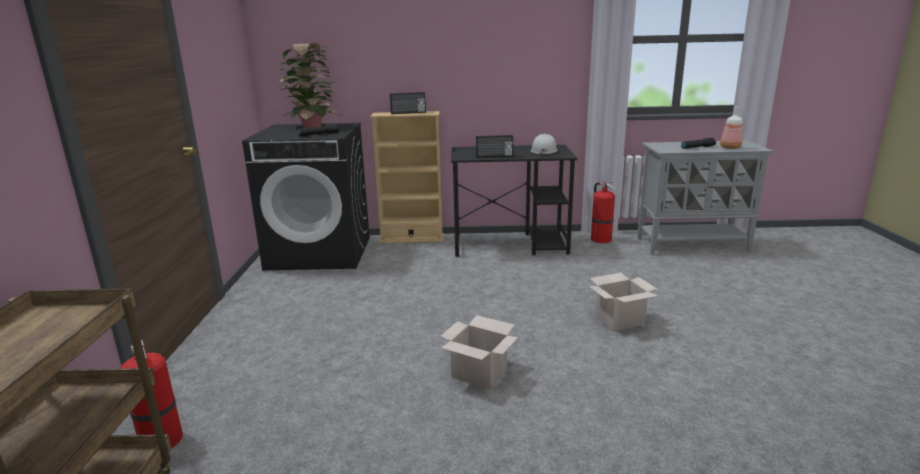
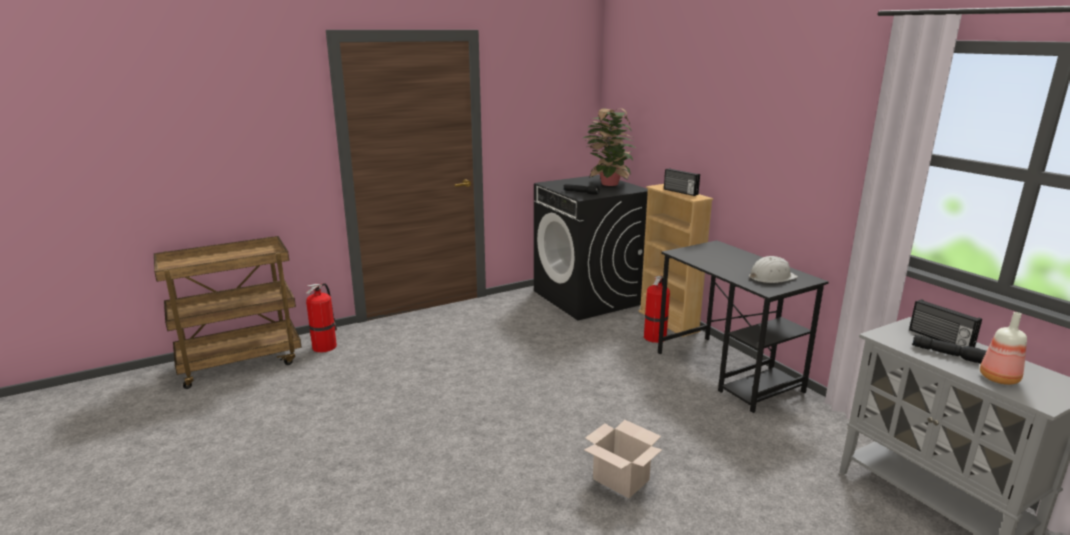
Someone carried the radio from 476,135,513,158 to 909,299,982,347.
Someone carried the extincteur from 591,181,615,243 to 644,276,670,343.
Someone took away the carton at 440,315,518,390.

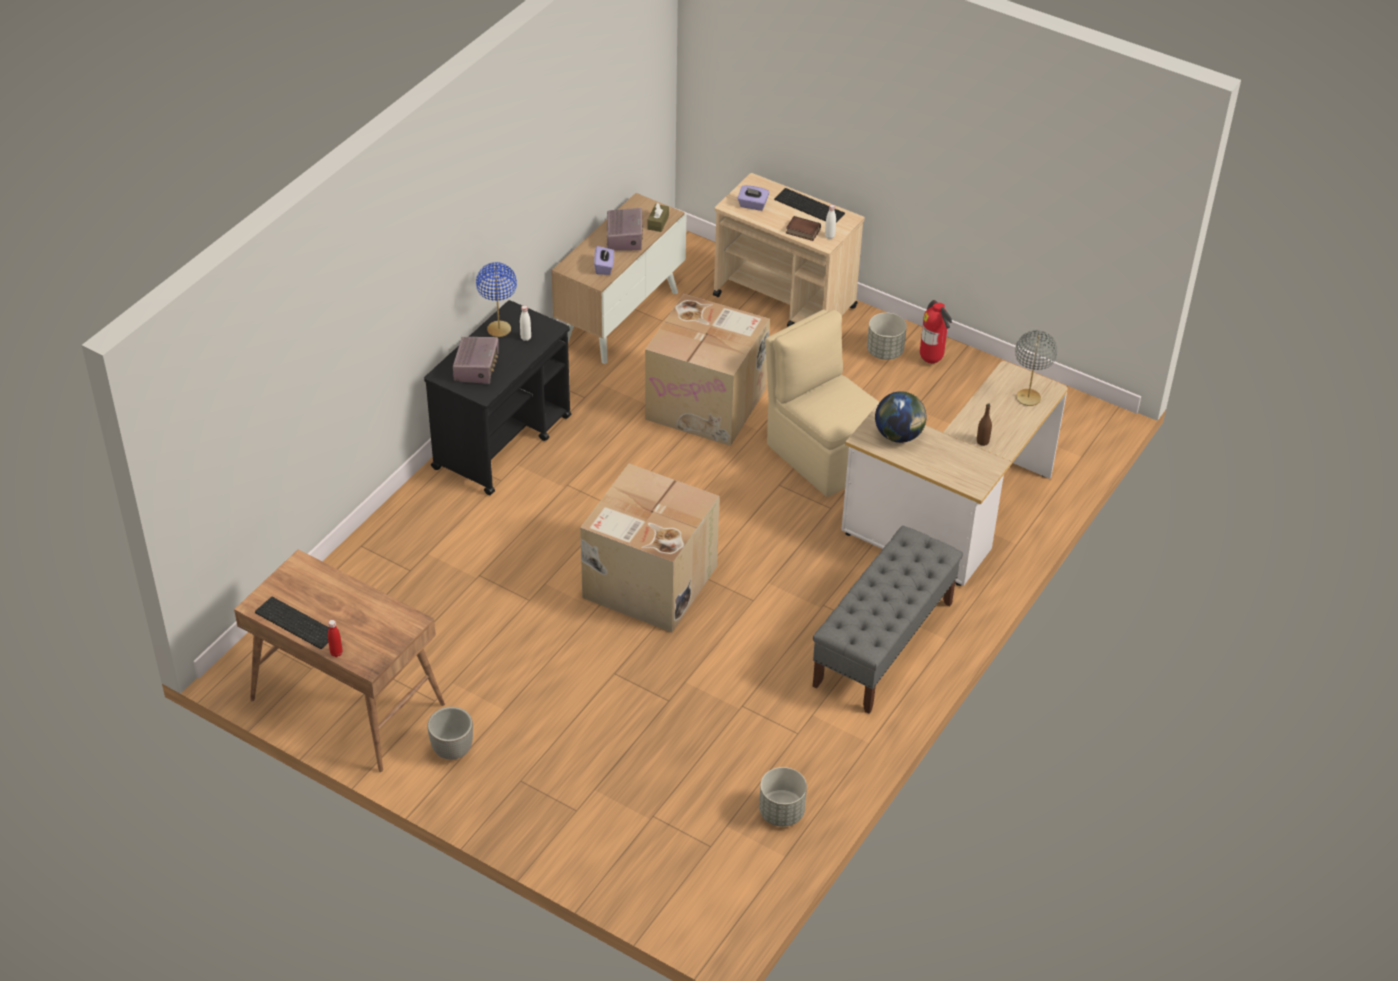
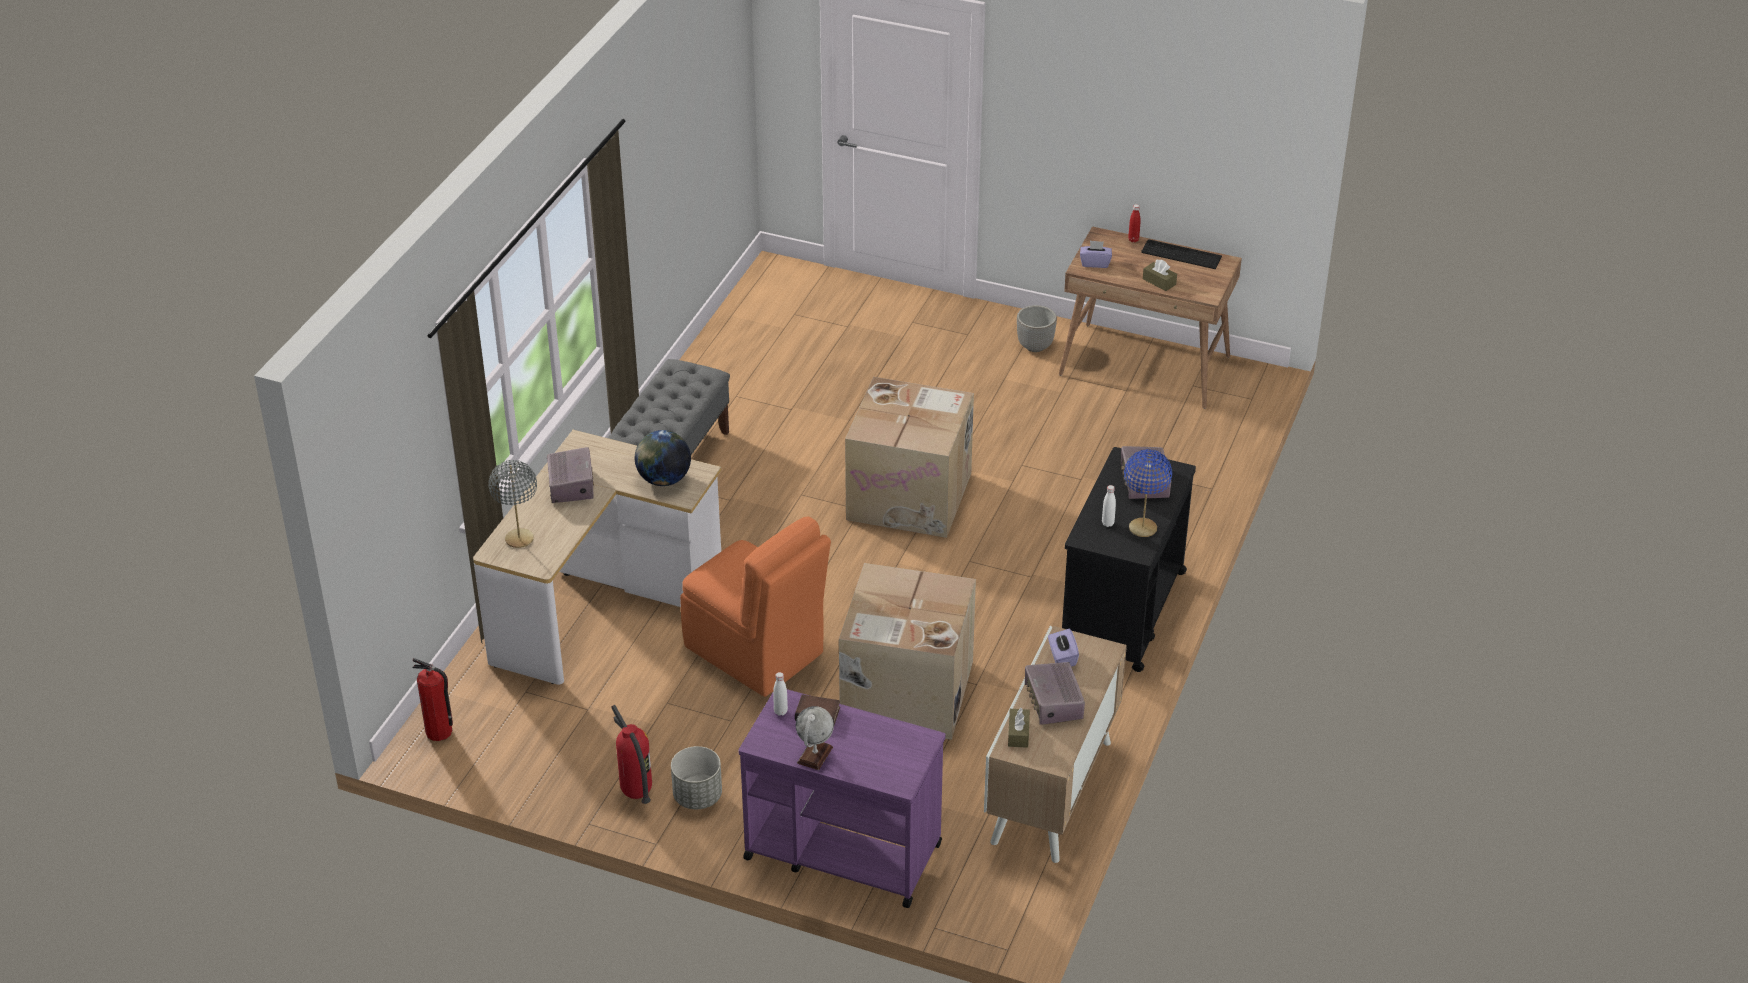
Someone repainted the chariot [beige] at 713,173,865,327, which became the chariot [violet] at 738,689,945,908.
Someone carried the boîte à mouchoirs [violet] from 737,185,769,211 to 1080,240,1112,268.
Someone swapped the clavier at 774,188,845,223 for the globe at 795,706,834,770.
Someone repainted the chaise [beige] at 765,309,880,497, which became the chaise [orange] at 680,517,831,697.
Someone swapped the bouteille [marron] at 977,403,992,446 for the radio at 547,447,594,503.
Someone took away the cache-pot [gris] at 759,767,807,827.
Someone put down the boîte à mouchoirs [marron] at 1143,259,1177,291.
Someone put down the extincteur at 413,658,453,741.

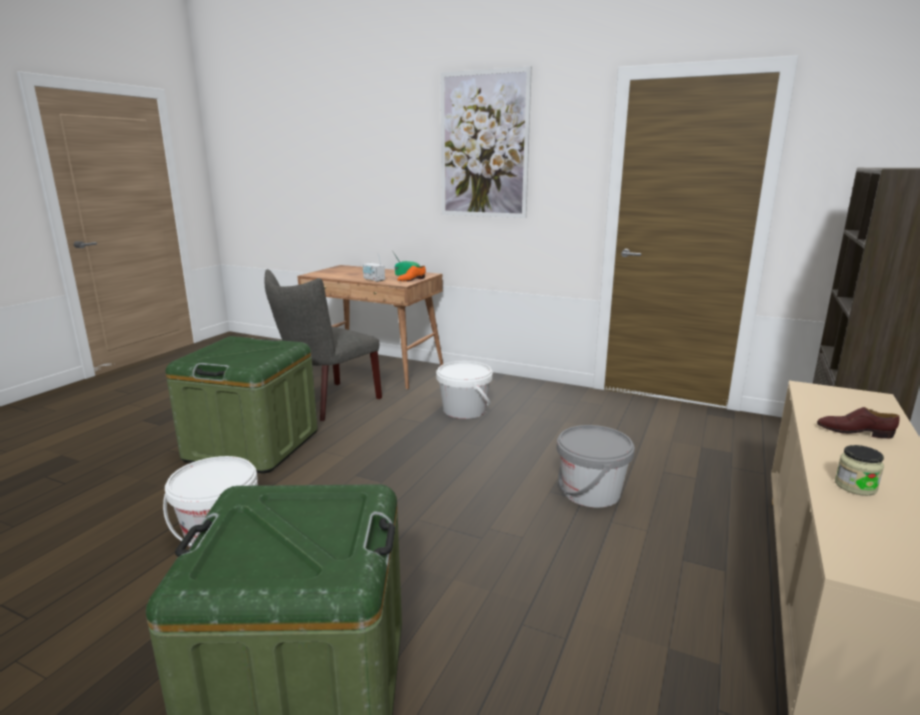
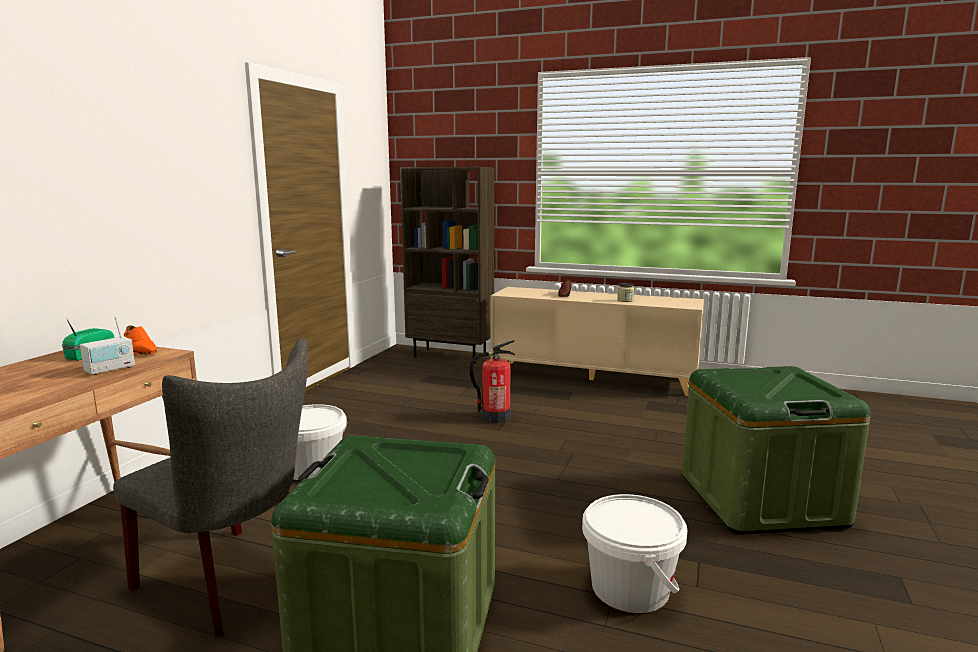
Someone took away the tableau at 441,66,532,218.
Someone swapped the seau [gris] at 557,425,635,508 for the extincteur at 469,340,515,423.

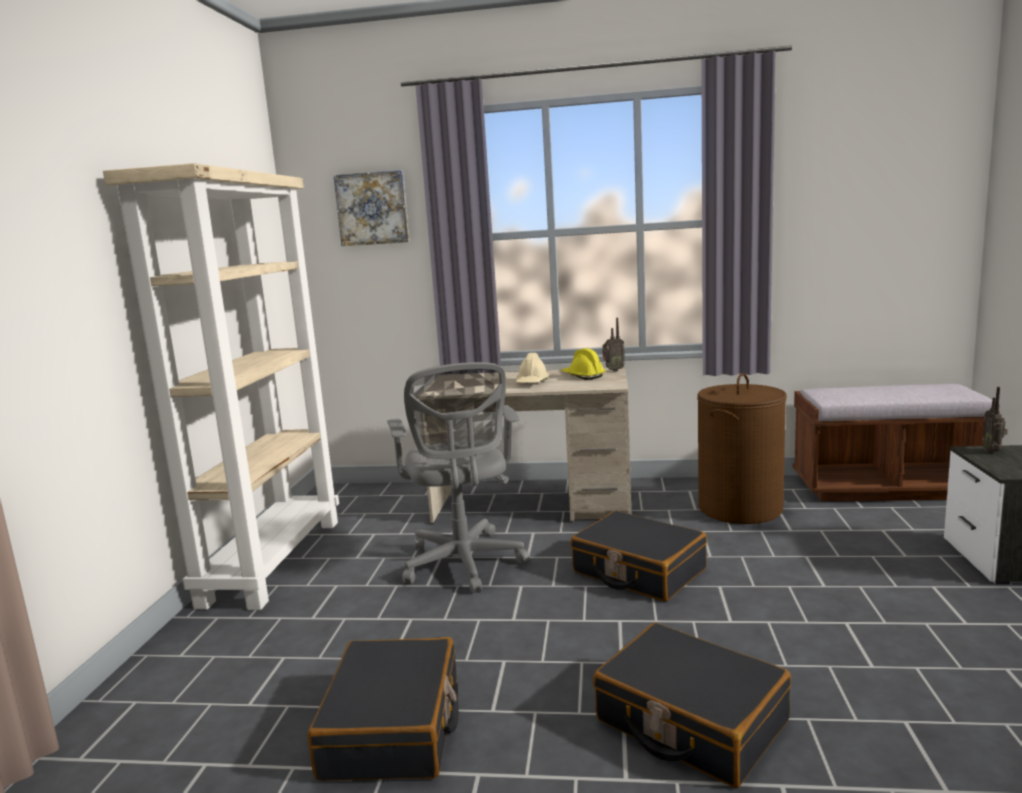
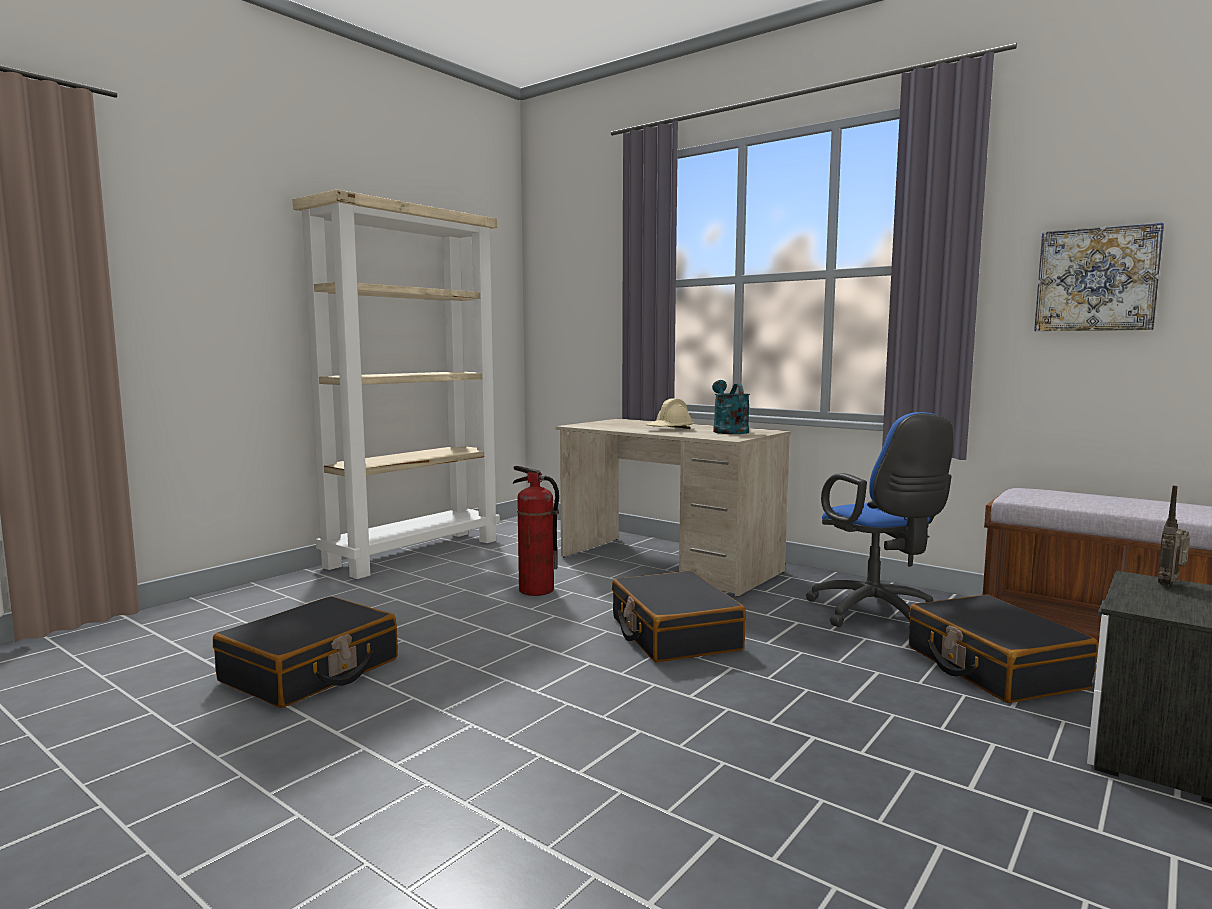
Someone carried the tableau from 333,170,410,246 to 1034,222,1164,331.
Someone took away the radio at 602,318,625,371.
Someone swapped the casque de chantier [jaune] at 561,348,606,380 for the arrosoir [turquoise] at 712,380,750,434.
Someone swapped the chaise de bureau [gris] at 387,362,530,593 for the extincteur at 512,466,559,596.
Someone swapped the panier à linge [marron] at 697,373,787,524 for the chaise de bureau [bleu] at 806,412,954,628.
Someone carried the valise [noir] from 593,623,791,788 to 909,594,1098,703.

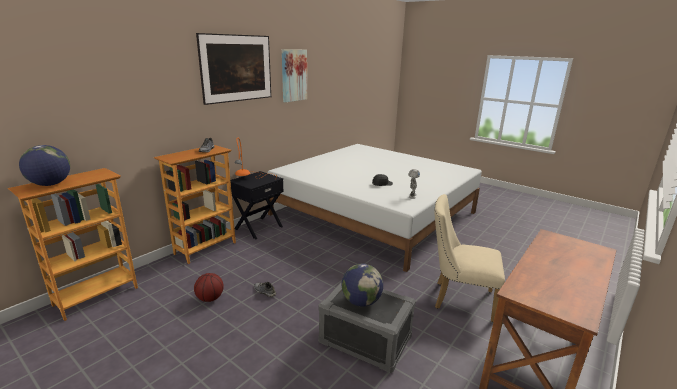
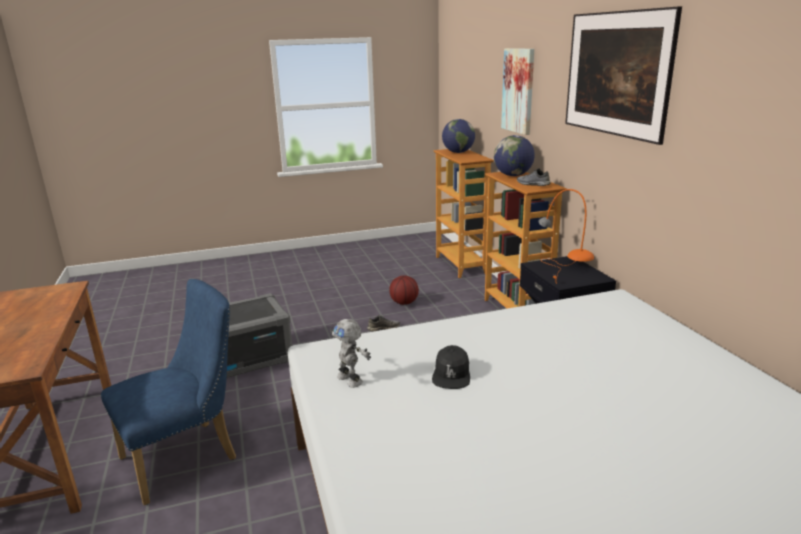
Someone carried the tableau from 282,49,307,102 to 501,48,534,135.
Someone repainted the chaise [beige] at 434,194,505,322, which became the chaise [bleu] at 101,279,236,505.
Someone carried the globe from 342,264,383,307 to 494,135,535,176.

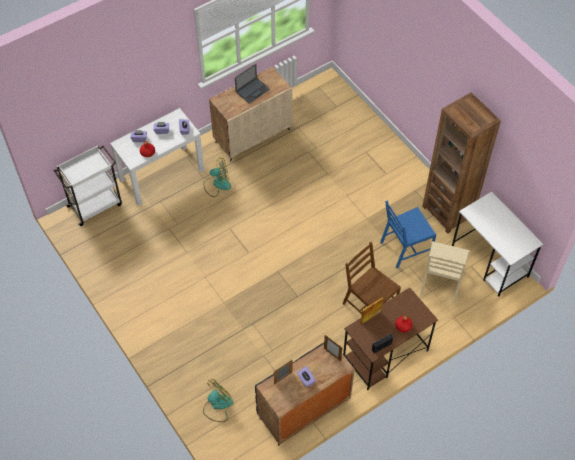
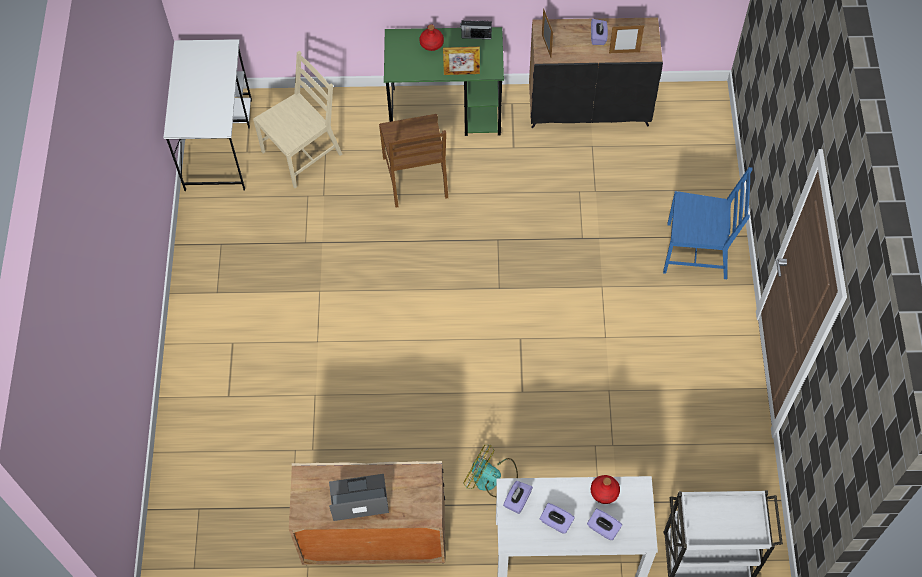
Someone took away the bibliothèque [marron] at 422,93,501,234.
Someone carried the chaise [bleu] from 380,201,436,269 to 663,167,752,279.
Someone repainted the bureau [marron] at 343,287,438,391, which became the bureau [vert] at 384,27,504,136.
Someone took away the ventilateur at 203,378,233,422.

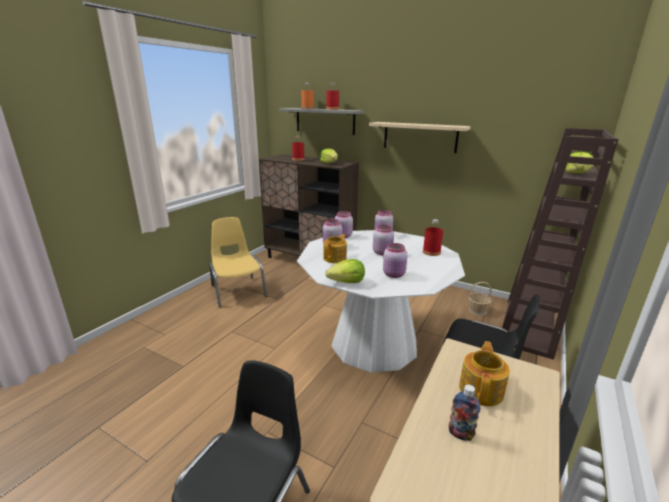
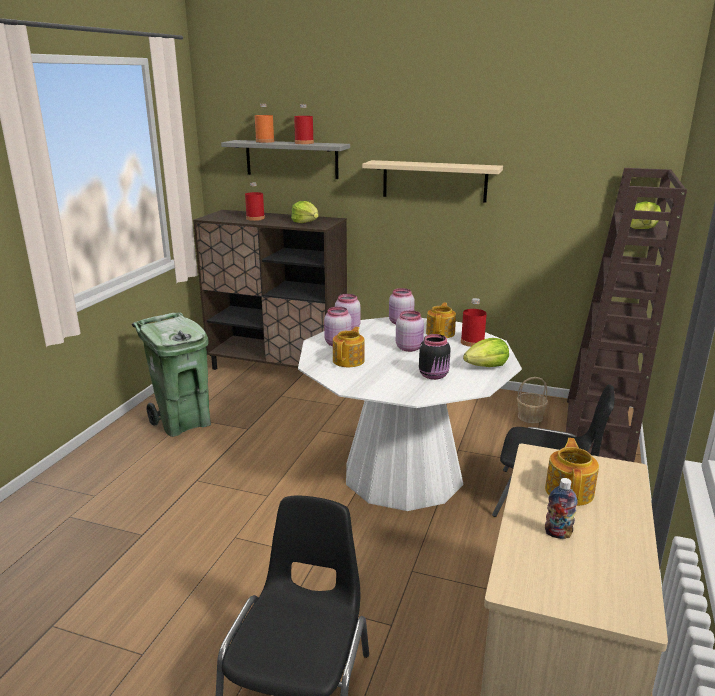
Someone swapped the chaise [jaune] at 209,217,267,307 for the poubelle [vert] at 132,313,211,437.
Someone repainted the bocal [rose] at 383,243,408,278, which became the bocal [noir] at 419,334,451,380.
Someone carried the laitue from 325,259,365,283 to 463,338,509,367.
Someone put down the théière at 426,303,456,338.

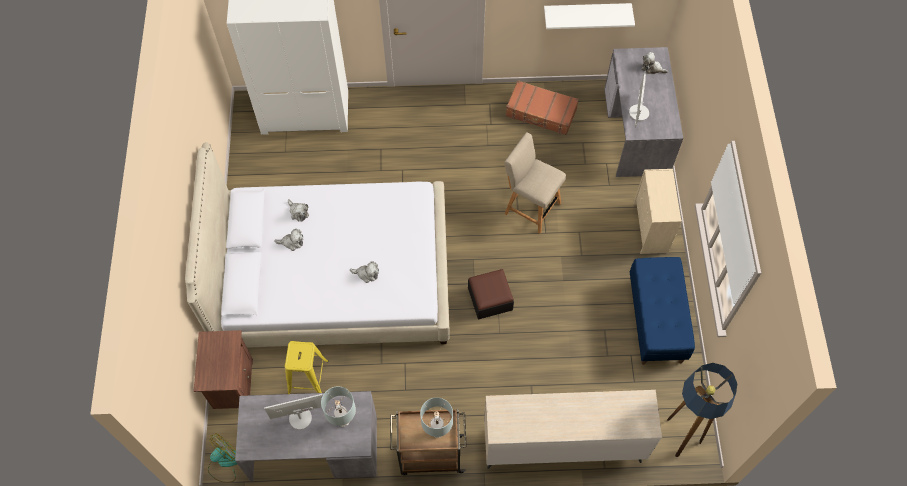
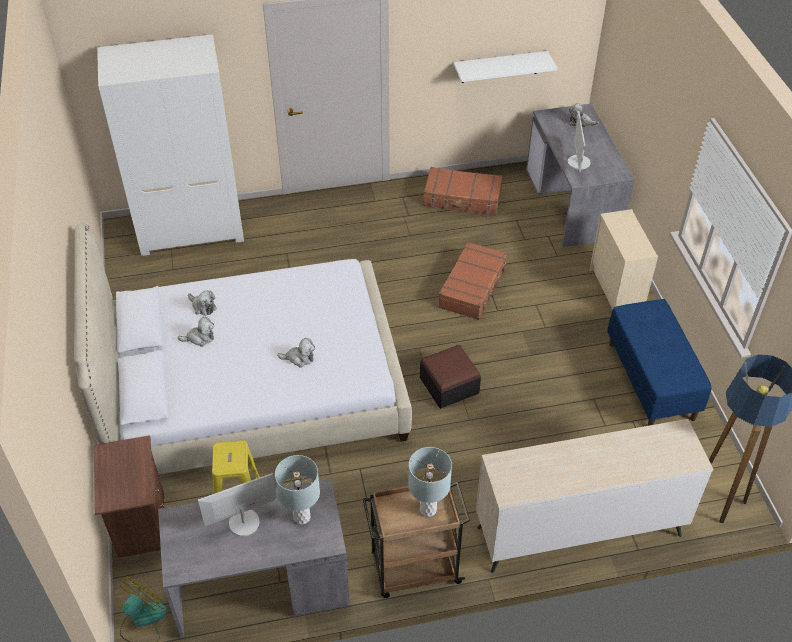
Someone swapped the chaise [beige] at 504,132,566,234 for the valise [marron] at 438,242,507,320.

